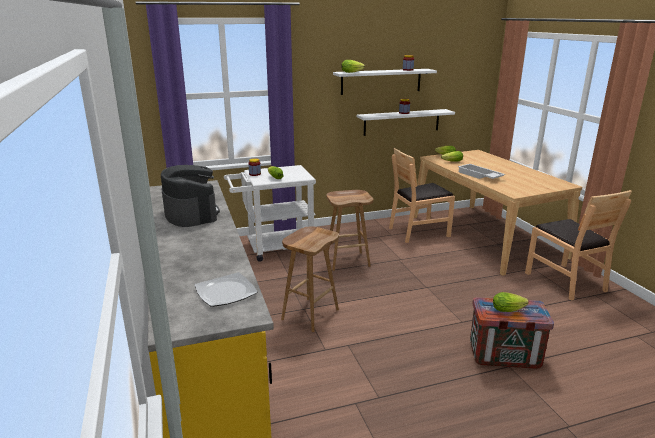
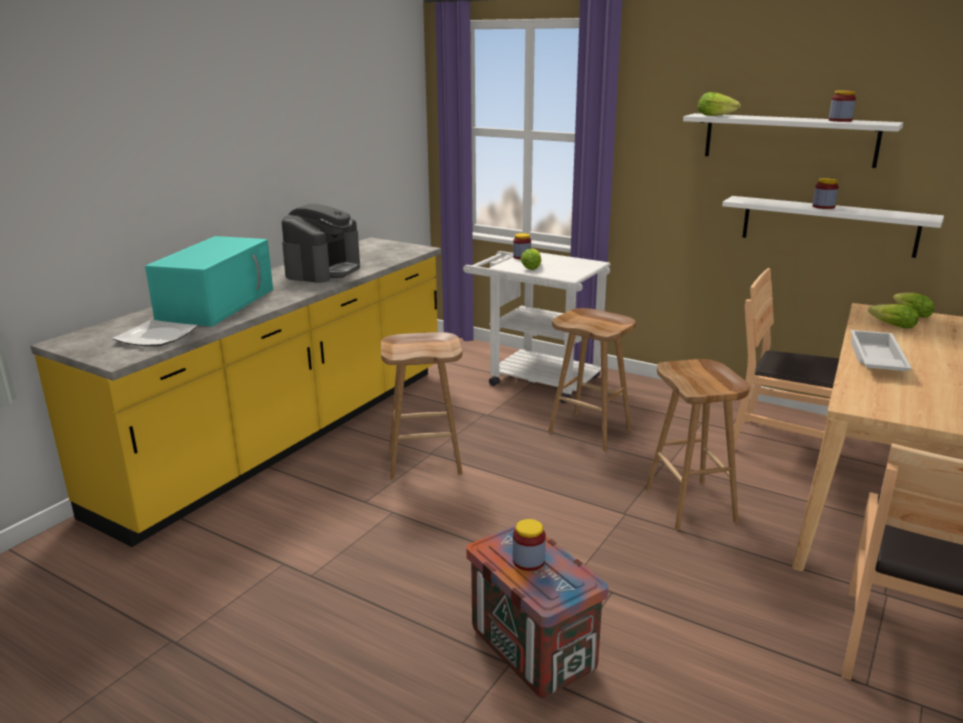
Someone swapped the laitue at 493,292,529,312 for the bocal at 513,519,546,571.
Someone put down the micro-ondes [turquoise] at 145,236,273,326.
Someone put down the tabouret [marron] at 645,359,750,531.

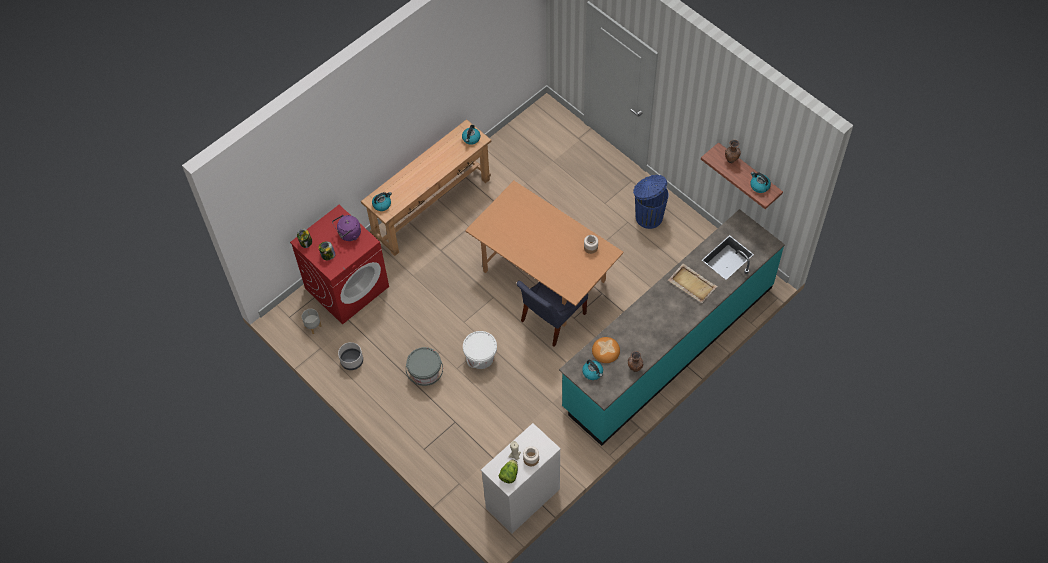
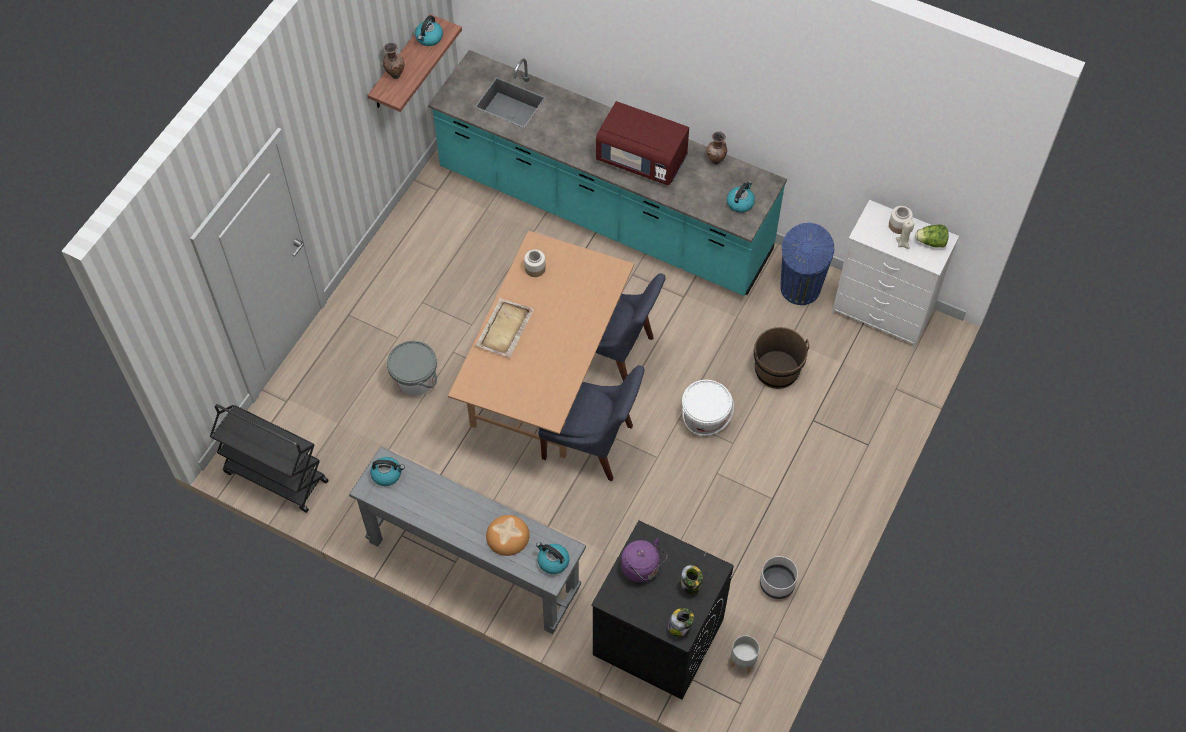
Someone repainted the table console [marron] at 361,119,491,256, which became the table console [gris] at 349,447,586,634.
Someone carried the poubelle [bleu] from 633,175,668,229 to 780,223,834,305.
Someone repainted the lave-linge [rouge] at 290,205,389,324, which became the lave-linge [noir] at 591,521,734,700.
Someone carried the plateau [beige] from 668,263,718,303 to 475,298,534,358.
Someone carried the pain from 592,337,620,363 to 486,515,530,556.
Someone carried the seau [gris] from 406,347,443,386 to 387,341,437,396.
Someone put down the micro-ondes [rouge] at 596,101,689,185.
Someone put down the seau [marron] at 754,327,810,389.
Someone put down the chaise [bleu] at 538,365,645,481.
Someone put down the chariot [noir] at 210,404,329,513.

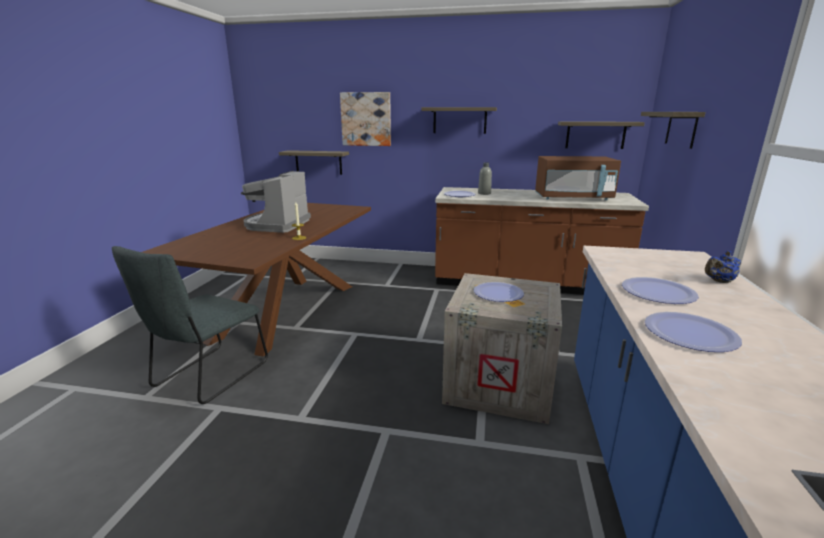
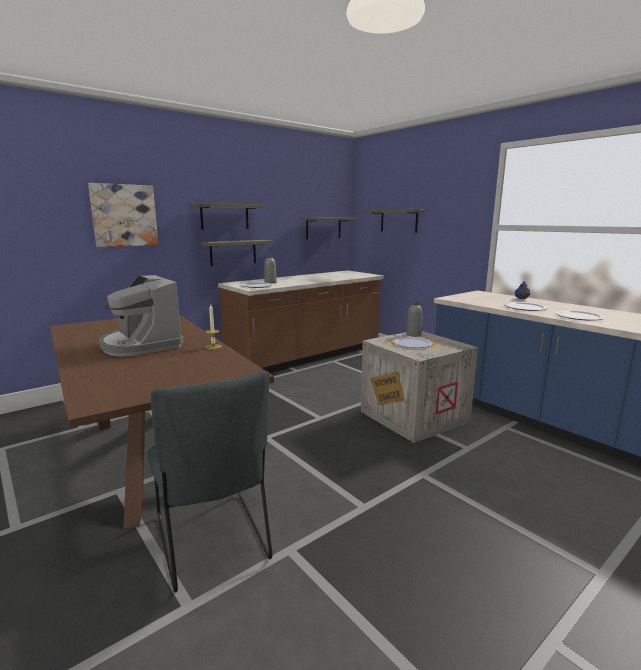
Someone carried the étagère from 279,150,349,175 to 201,240,272,266.
Someone took away the micro-ondes [marron] at 535,156,621,200.
Someone put down the bouteille [gris] at 406,300,422,337.

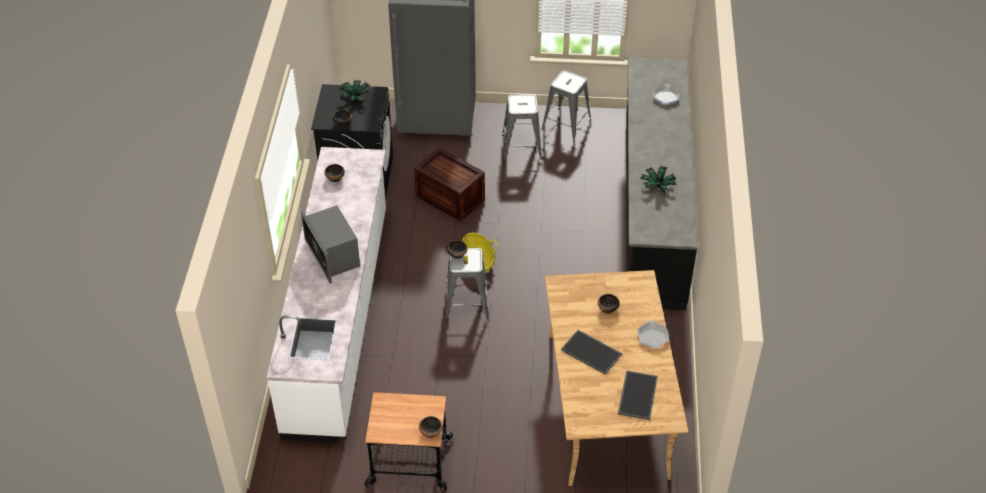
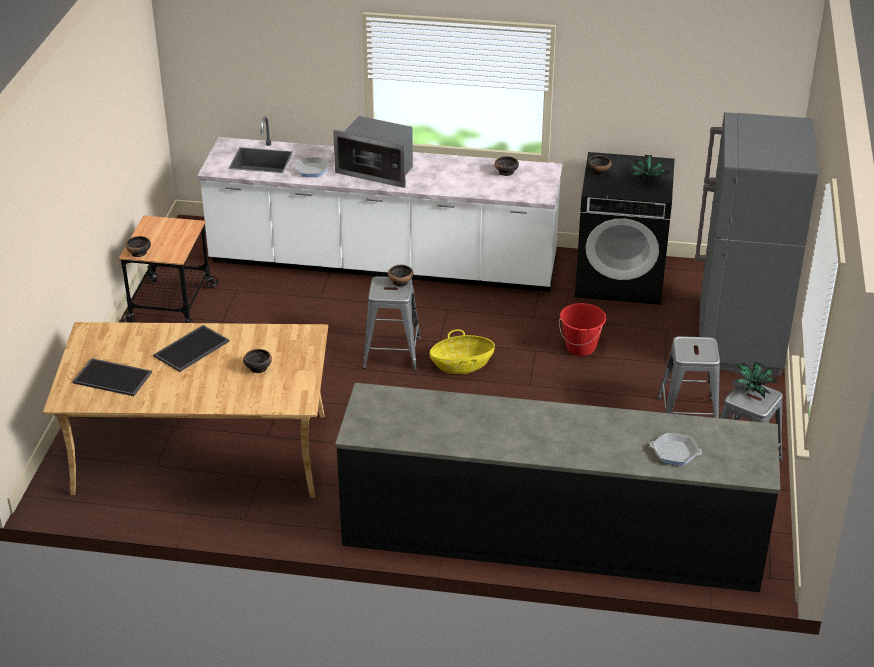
Someone swapped the caisse at 414,148,485,222 for the seau [rouge] at 559,303,606,356.
Someone carried the plante en pot from 640,165,676,194 to 731,362,778,399.
Someone rotated the micro-ondes at 301,205,360,284 by 135 degrees counterclockwise.
Someone carried the poêle from 638,320,669,349 to 292,157,332,177.

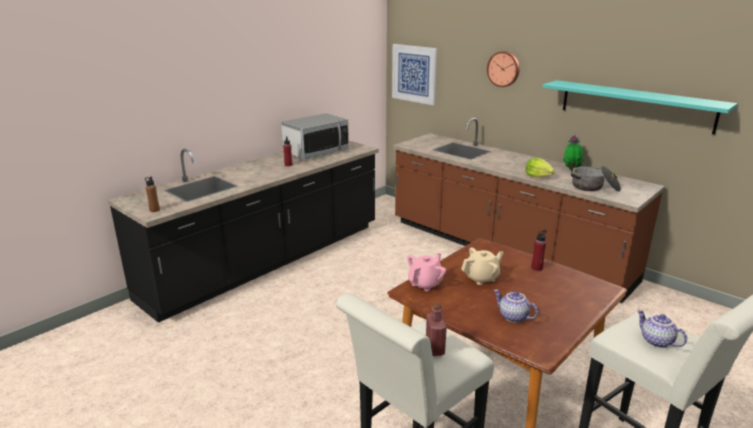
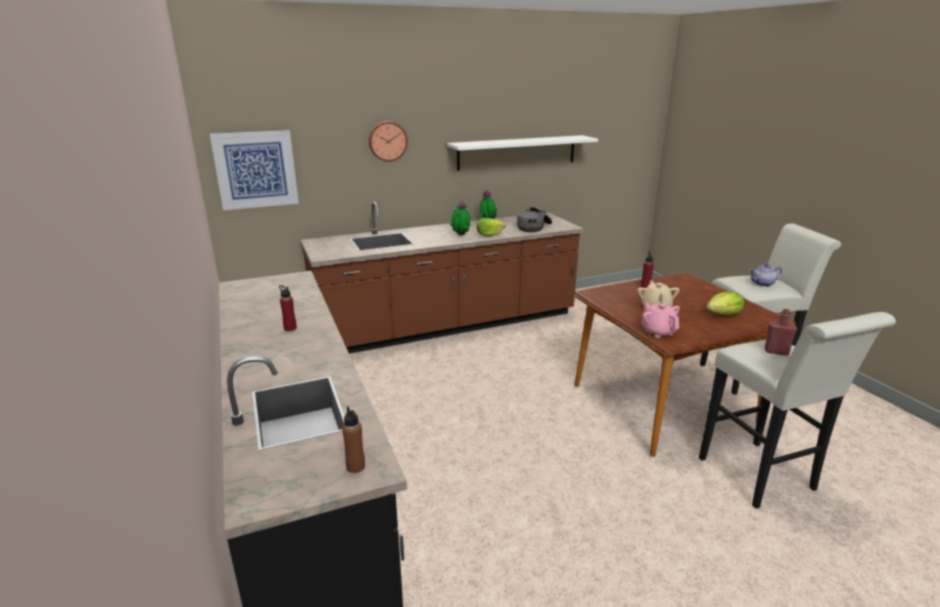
Someone repainted the étagère [turquoise] at 542,80,738,134, which became the étagère [blanc] at 447,135,598,171.
Someone took away the micro-ondes at 281,113,349,160.
Someone swapped the théière at 494,290,538,322 for the laitue at 706,291,744,315.
Someone put down the plante en pot at 450,201,470,236.

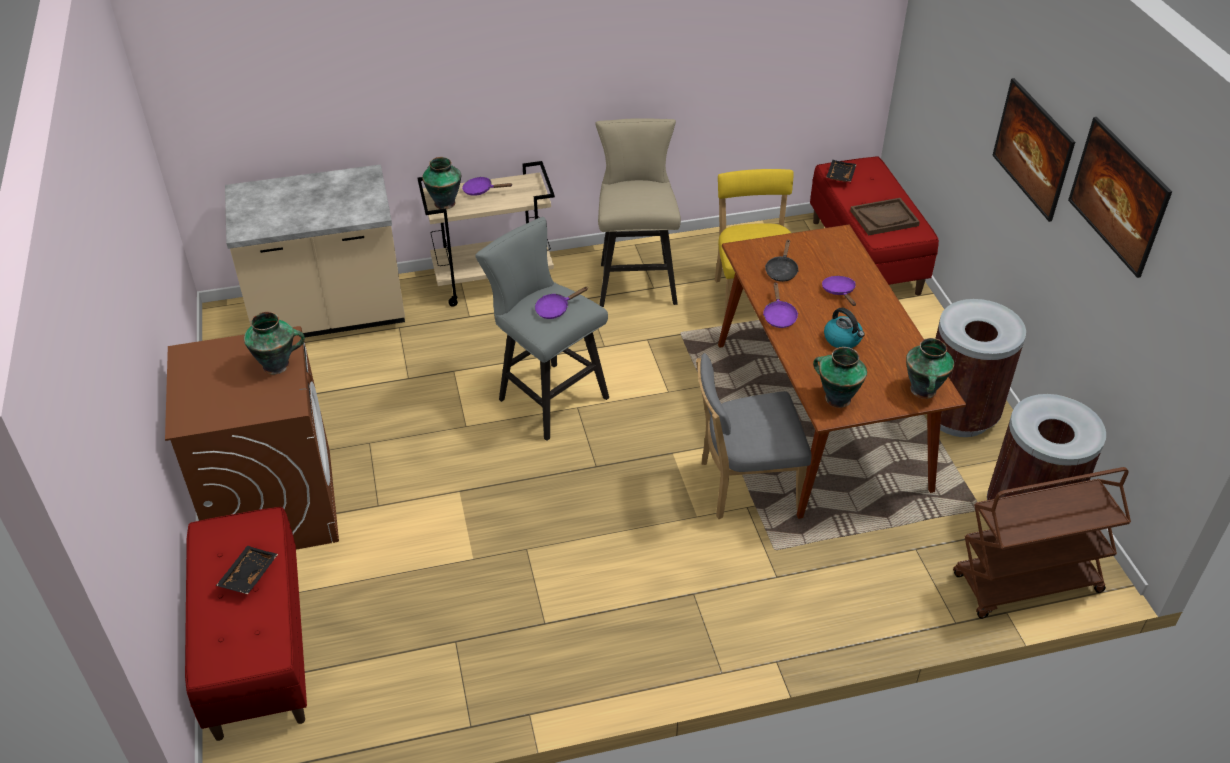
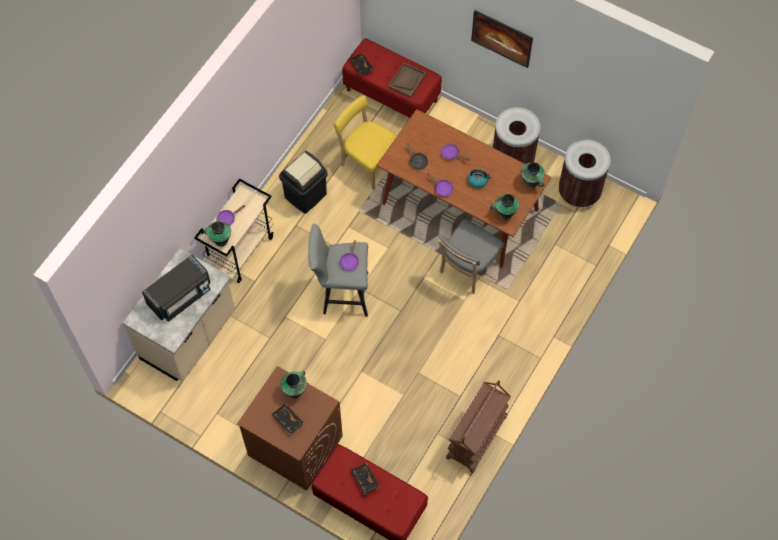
Someone took away the tableau at 1068,117,1172,278.
Someone swapped the tabouret [beige] at 595,118,681,307 for the poubelle [noir] at 279,151,328,214.
Someone carried the chariot [marron] from 953,467,1131,619 to 446,380,511,473.
Someone put down the micro-ondes [noir] at 142,255,211,322.
Someone put down the plateau [noir] at 271,404,304,435.

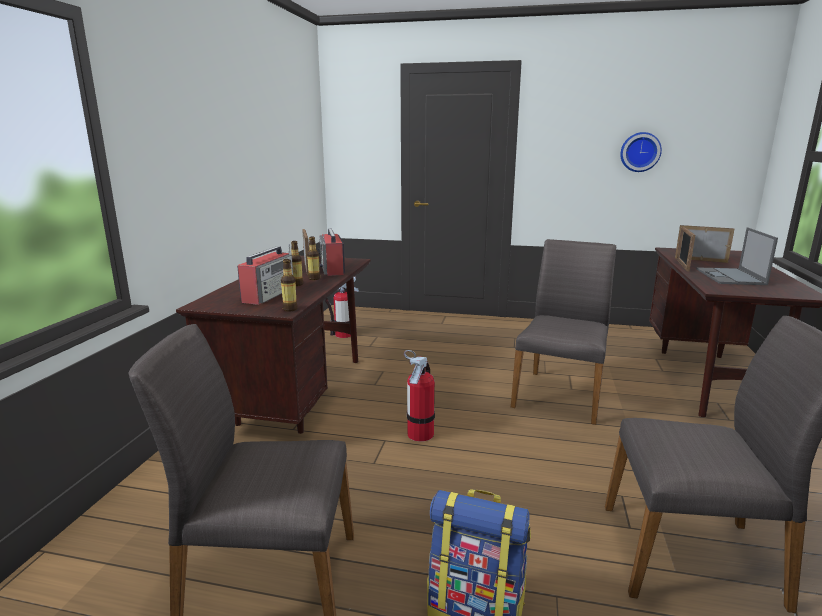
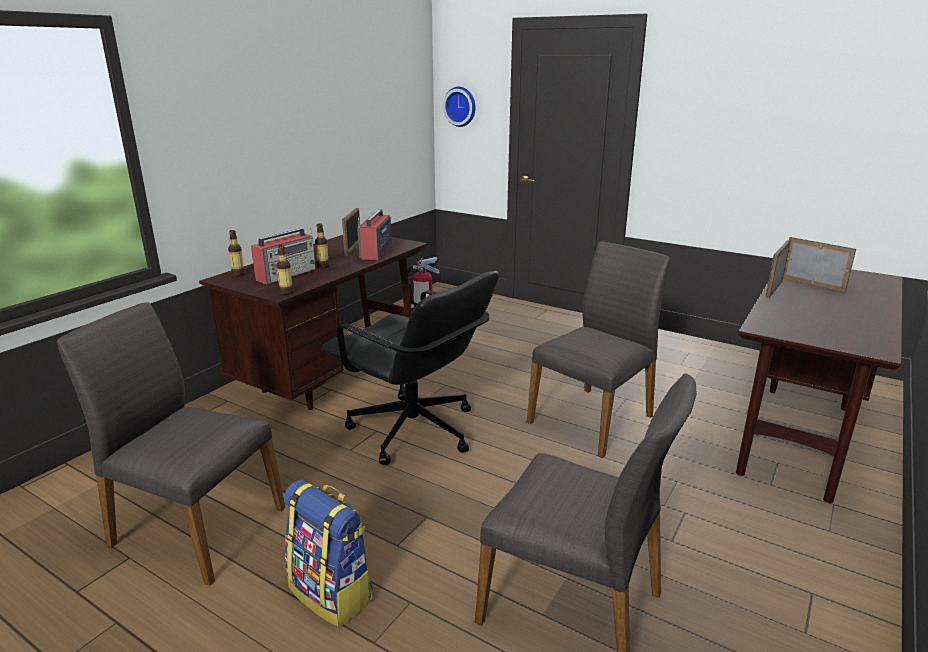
Someone carried the horloge murale from 620,132,662,172 to 443,87,476,127.
Someone took away the ordinateur portable at 696,227,778,285.
Someone carried the bouteille from 307,237,320,280 to 228,230,245,276.
Someone swapped the extincteur at 404,350,435,442 for the chaise de bureau [noir] at 322,271,499,465.

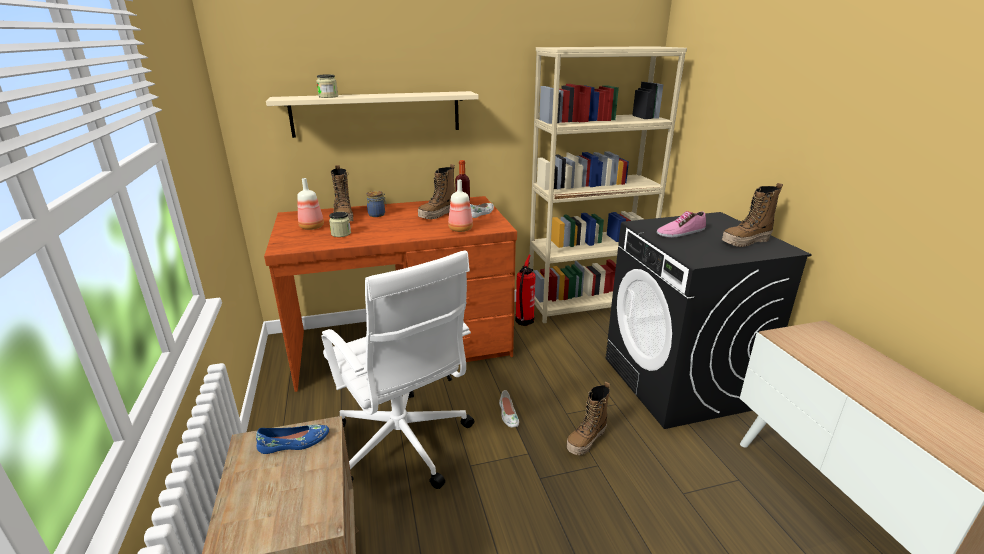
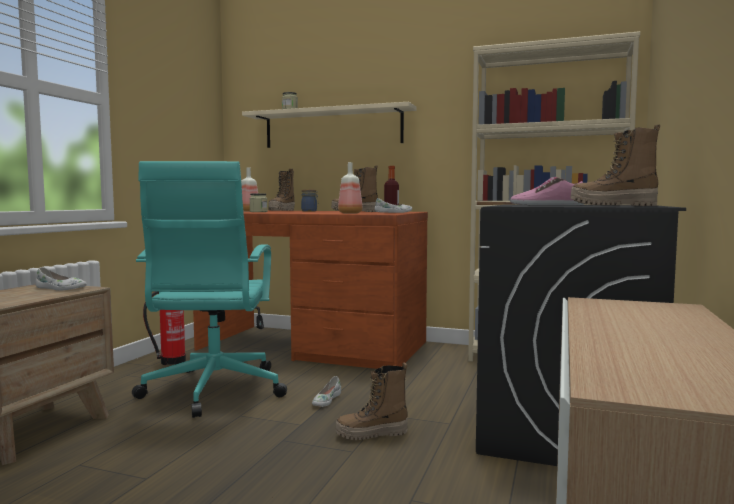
Someone repainted the chaise de bureau [blanc] at 322,250,474,489, which became the chaise de bureau [turquoise] at 132,161,287,418.
Someone carried the extincteur from 515,255,536,326 to 143,292,186,365.
Someone repainted the chaussure [bleu] at 256,425,329,454, which became the chaussure [blanc] at 36,267,87,291.

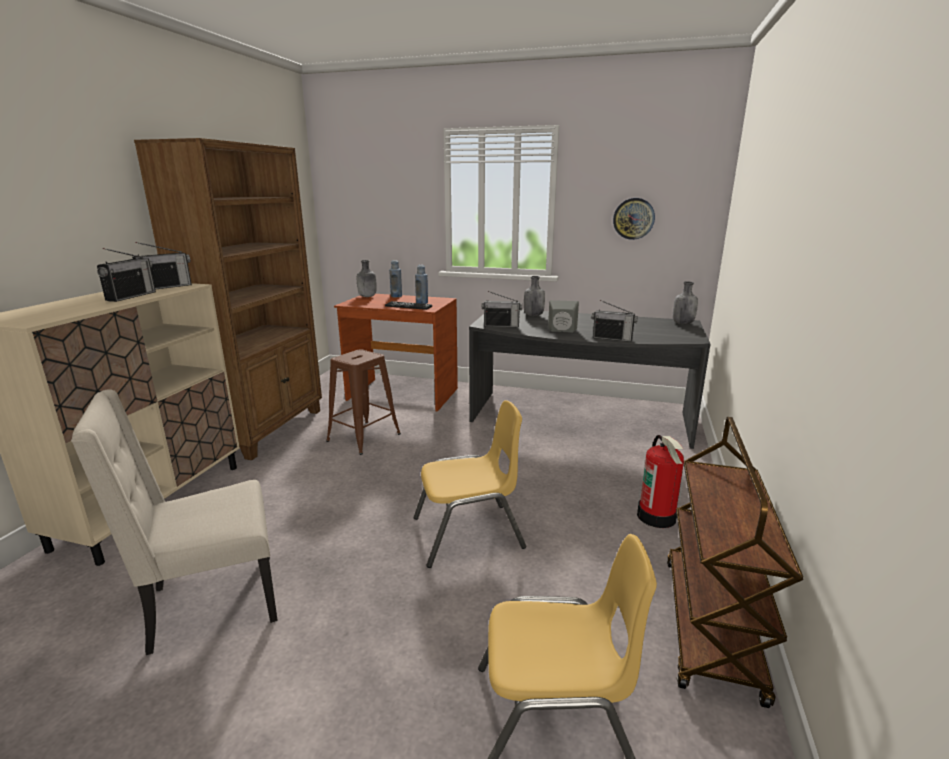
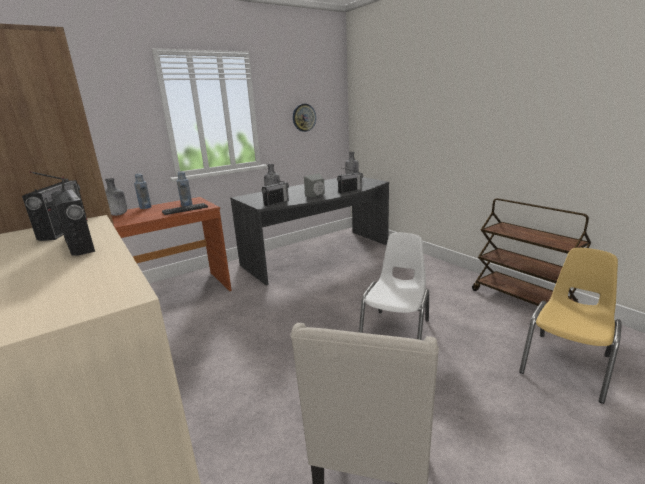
Someone took away the tabouret [marron] at 326,349,401,455.
Someone repainted the chaise [jaune] at 414,400,526,568, which became the chaise [blanc] at 359,233,429,340.
Someone took away the extincteur at 637,435,684,528.

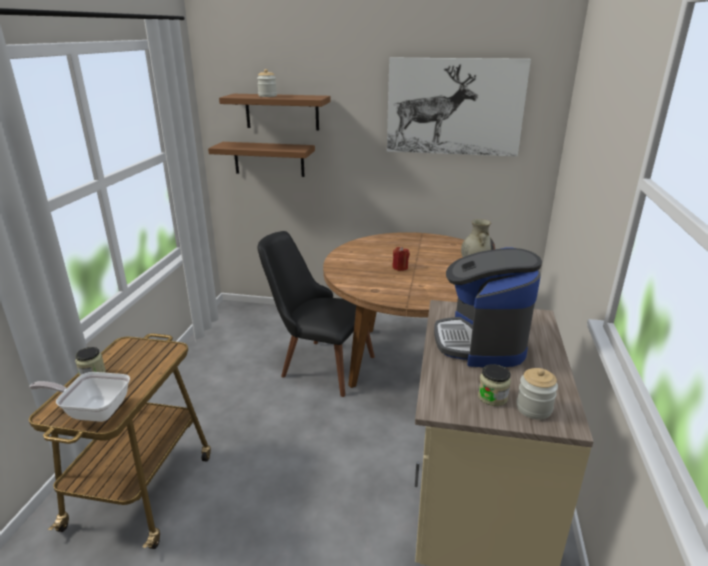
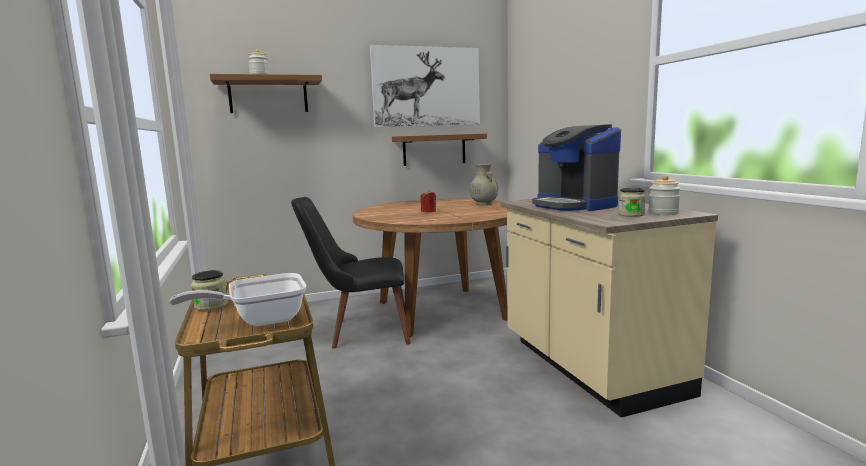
Someone carried the étagère [marron] from 208,142,315,177 to 392,133,487,166.

